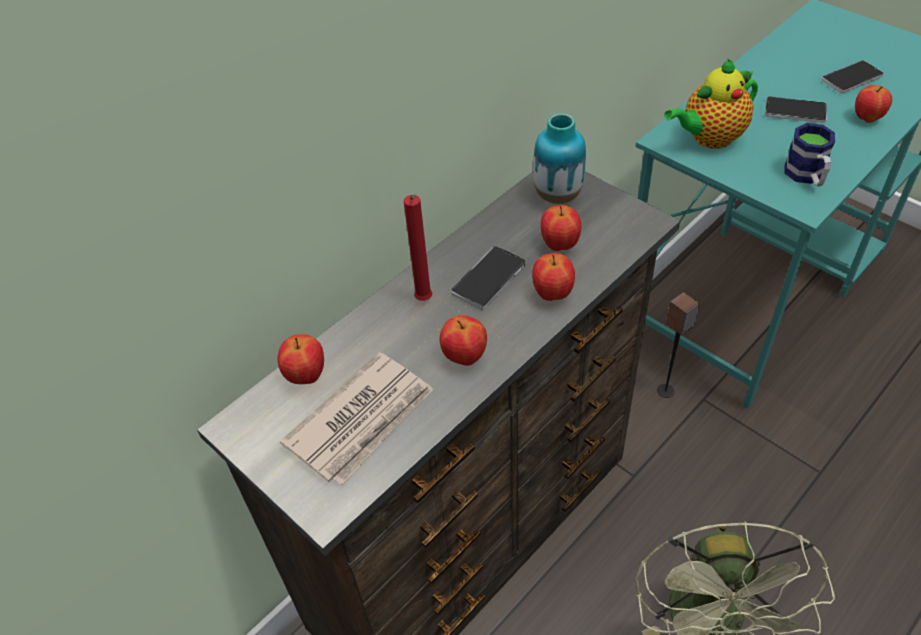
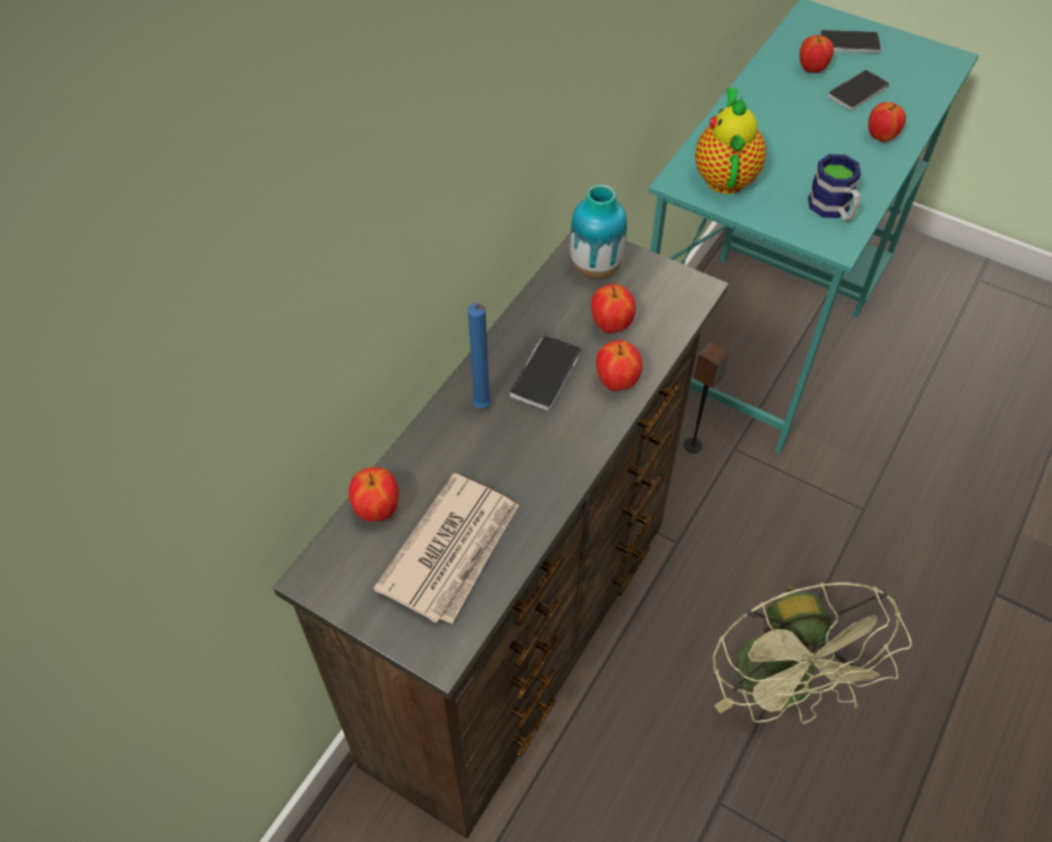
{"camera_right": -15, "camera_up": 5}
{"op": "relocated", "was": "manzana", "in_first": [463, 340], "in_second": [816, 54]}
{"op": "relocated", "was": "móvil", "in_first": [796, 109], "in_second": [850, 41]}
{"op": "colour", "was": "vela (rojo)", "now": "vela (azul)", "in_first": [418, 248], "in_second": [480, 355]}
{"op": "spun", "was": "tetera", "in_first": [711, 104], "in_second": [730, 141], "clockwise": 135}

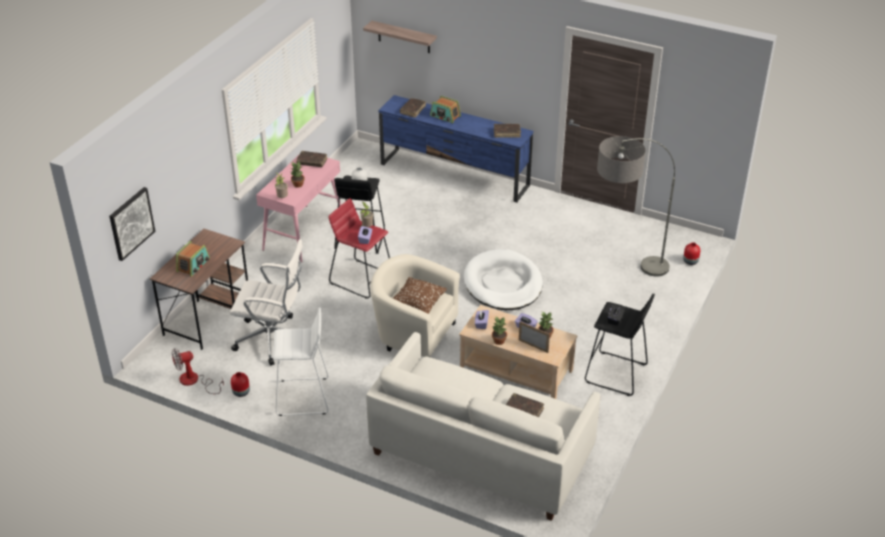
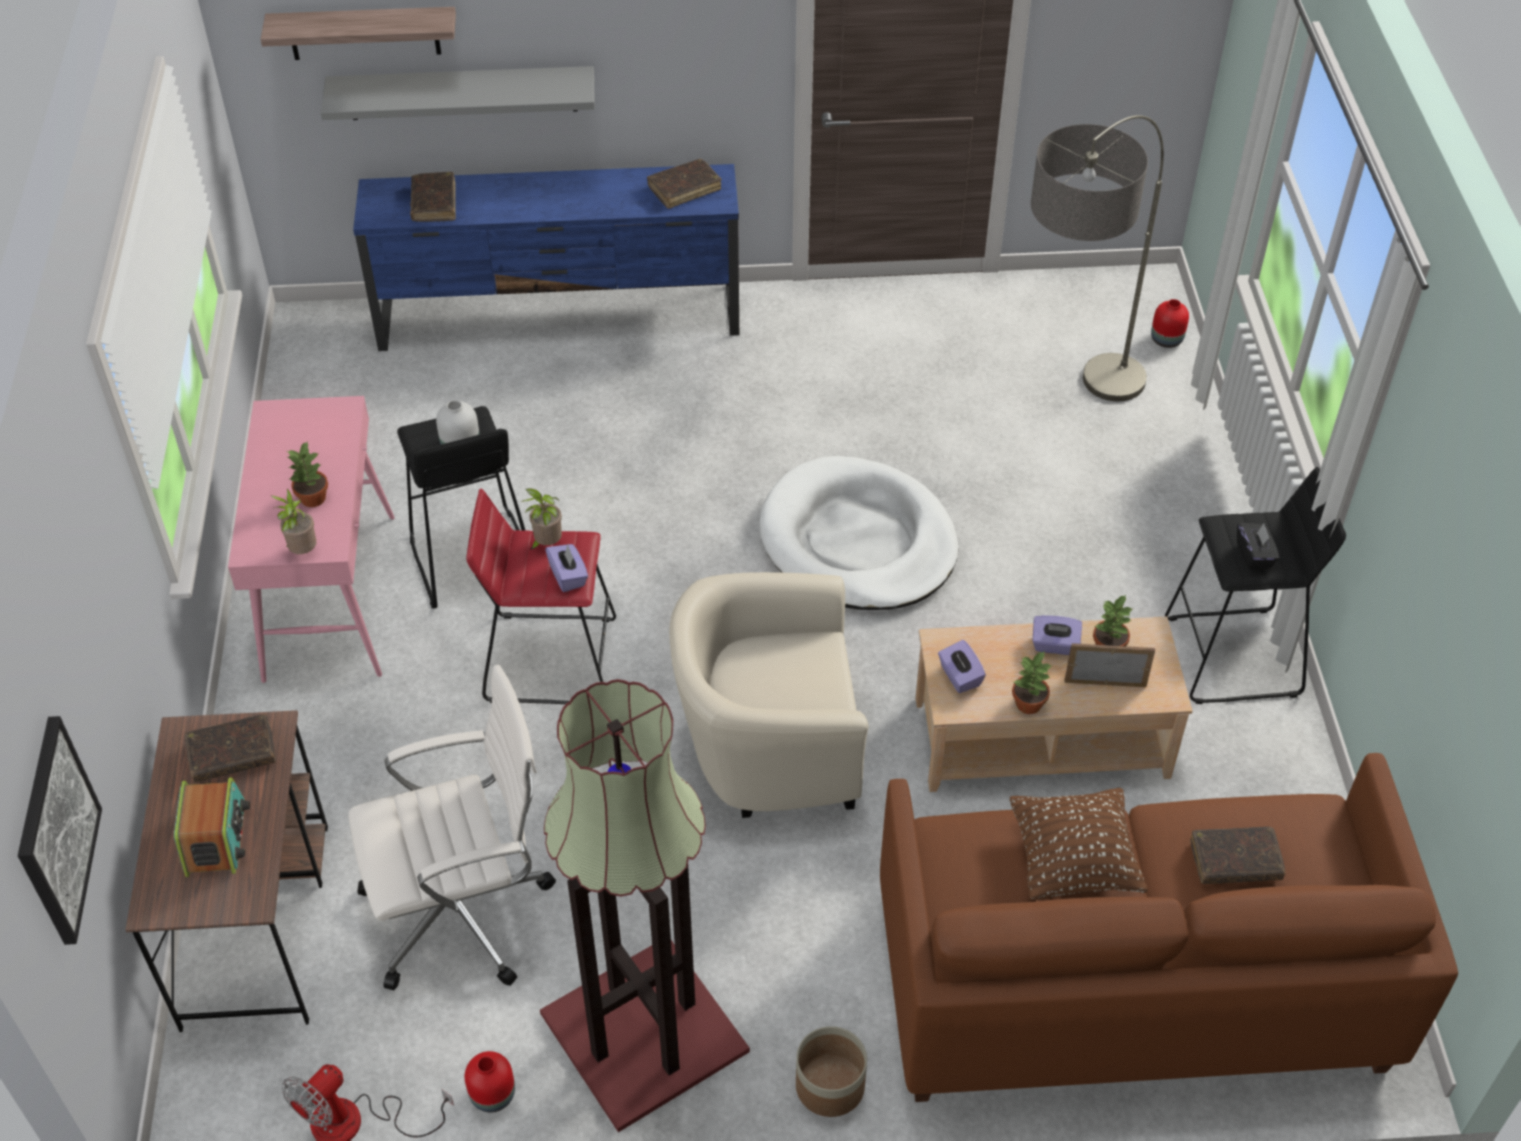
{"camera_right": -30, "camera_up": 10}
{"op": "missing", "was": "radio", "in_first": [445, 109]}
{"op": "appeared", "now": "estante (gris)", "in_second": [458, 93]}
{"op": "appeared", "now": "maceta", "in_second": [831, 1071]}
{"op": "relocated", "was": "libro (marrón)", "in_first": [311, 159], "in_second": [230, 748]}
{"op": "relocated", "was": "cojín (marrón)", "in_first": [420, 295], "in_second": [1079, 844]}
{"op": "exchanged", "was": "taburete (blanco)", "now": "lámpara de pie", "in_first": [301, 361], "in_second": [645, 905]}
{"op": "colour", "was": "sofá (blanco)", "now": "sofá (marrón)", "in_first": [483, 426], "in_second": [1169, 927]}

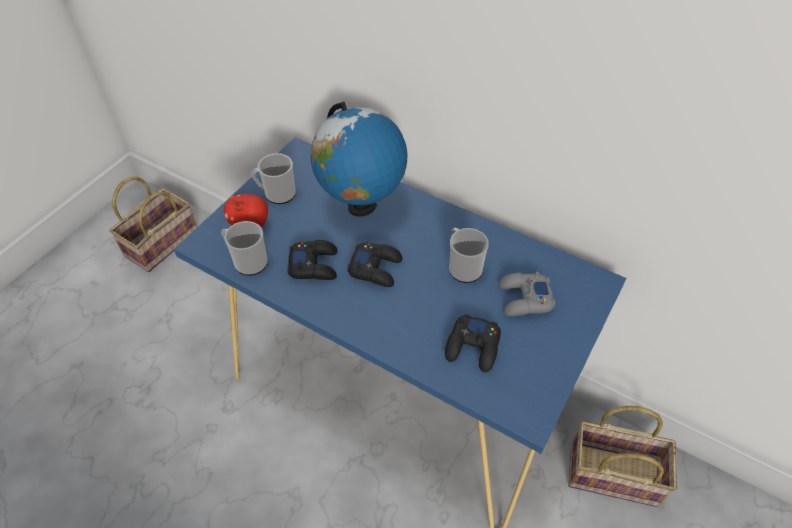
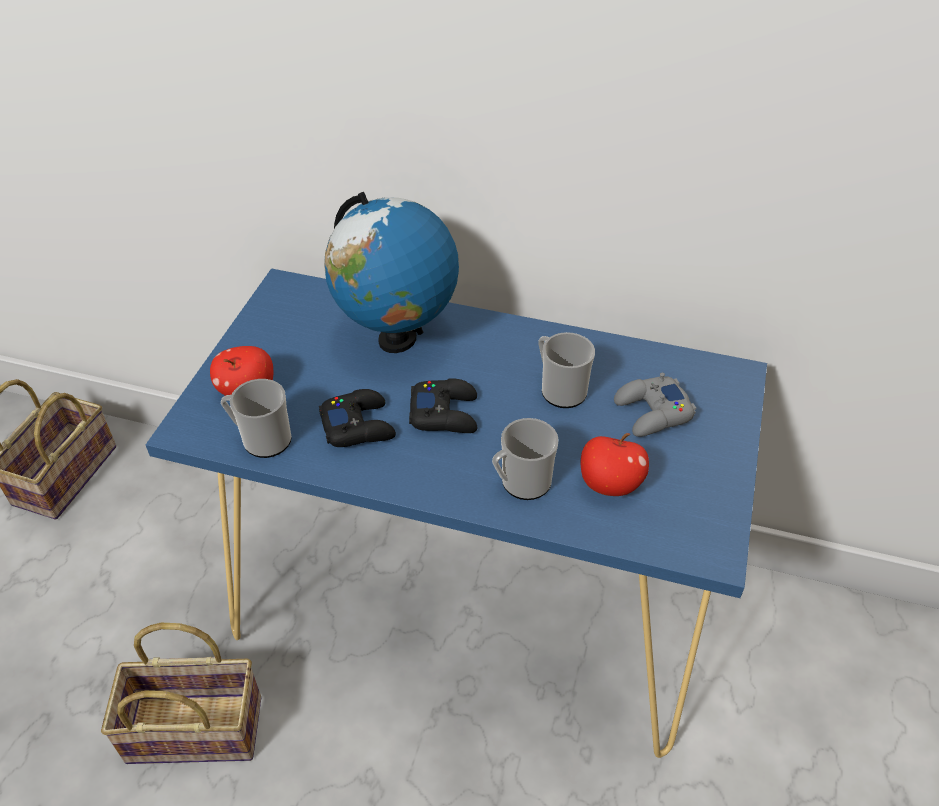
{"camera_right": -15, "camera_up": -5}
{"op": "relocated", "was": "taza grande", "in_first": [273, 178], "in_second": [525, 459]}
{"op": "relocated", "was": "cesta", "in_first": [622, 456], "in_second": [181, 693]}
{"op": "exchanged", "was": "mando de consola (negro)", "now": "manzana", "in_first": [473, 343], "in_second": [614, 464]}

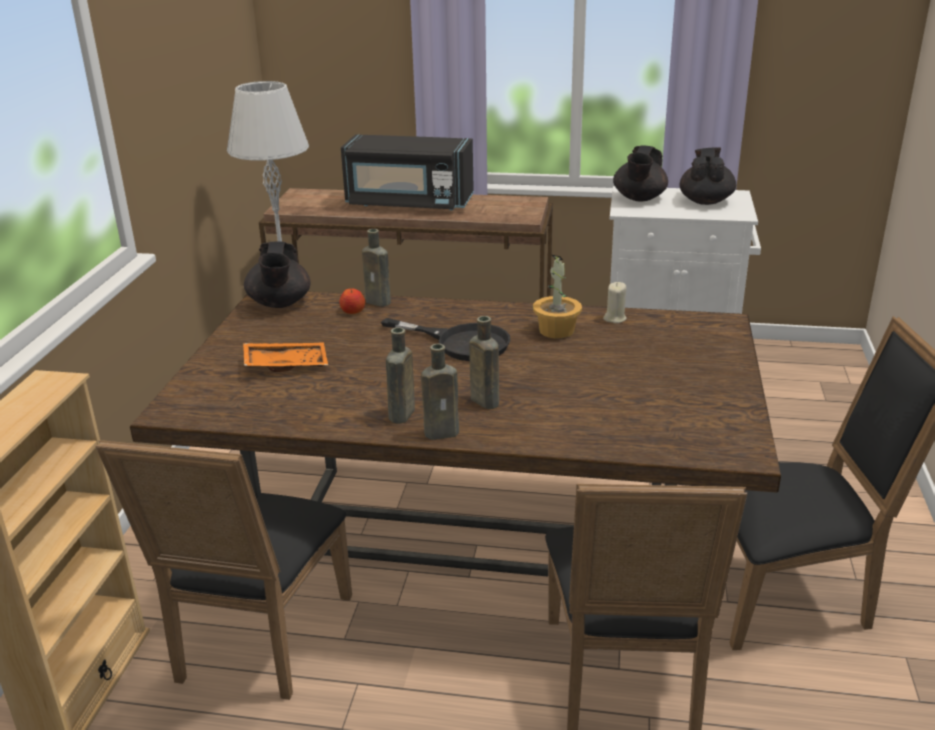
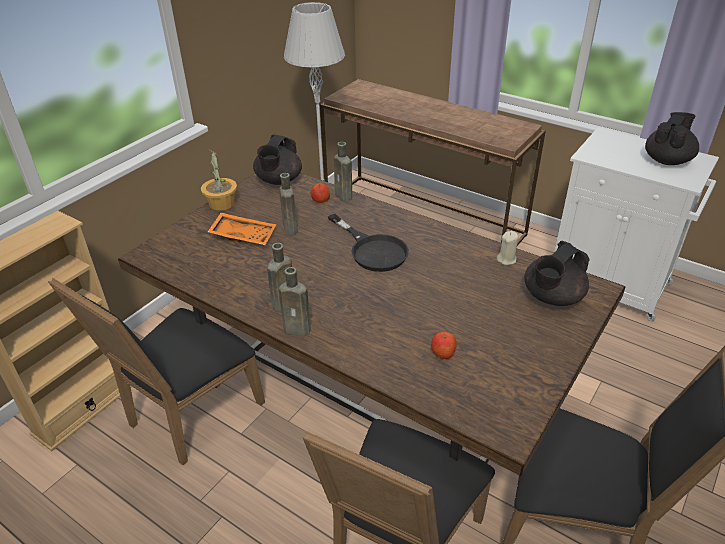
{"camera_right": 25, "camera_up": 10}
{"op": "missing", "was": "microondas (negro)", "in_first": [407, 172]}
{"op": "appeared", "now": "manzana", "in_second": [444, 345]}
{"op": "relocated", "was": "botella (marrón)", "in_first": [484, 362], "in_second": [288, 204]}
{"op": "relocated", "was": "planta en maceta", "in_first": [557, 296], "in_second": [219, 180]}
{"op": "relocated", "was": "tetera (negro)", "in_first": [640, 173], "in_second": [557, 273]}

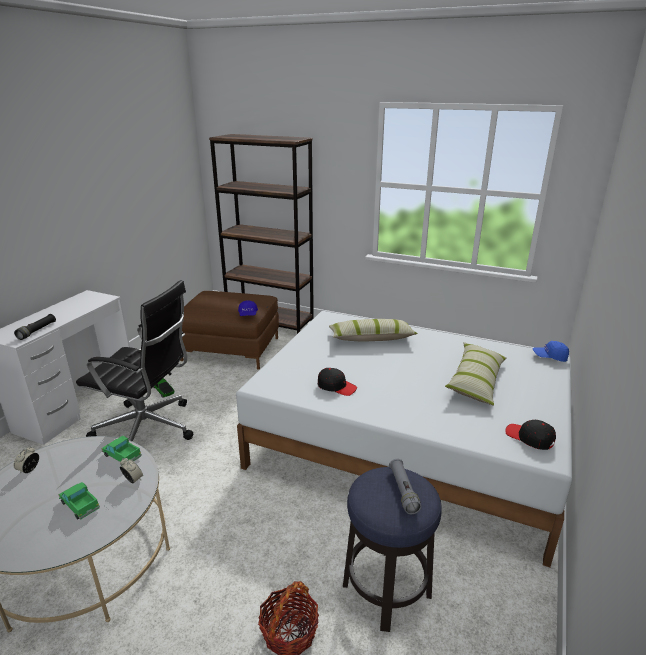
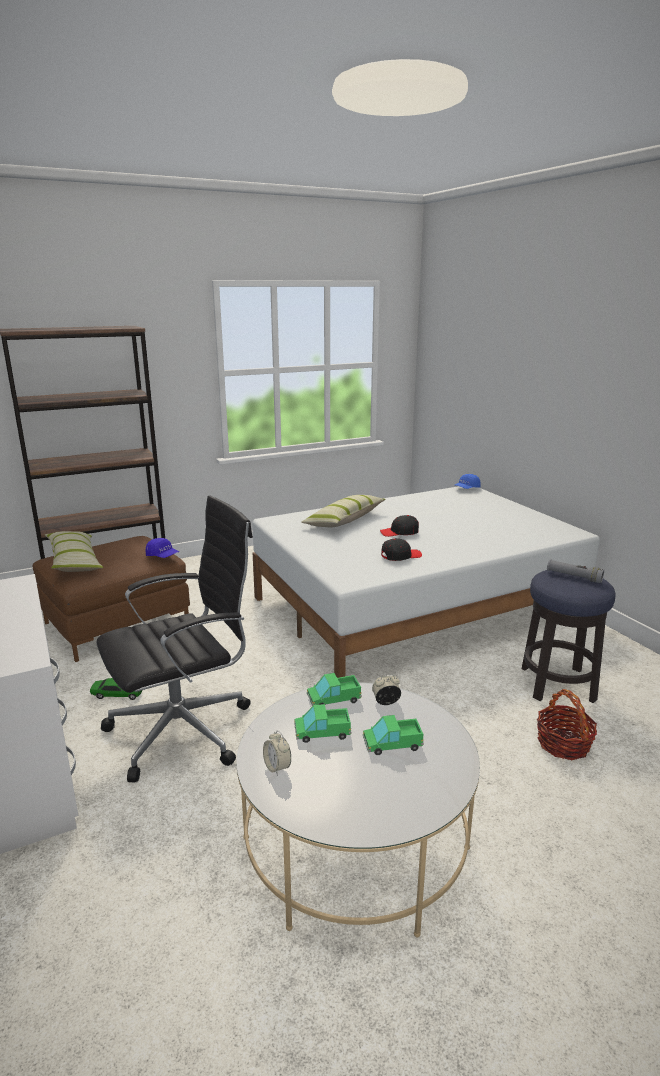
{"camera_right": -50, "camera_up": -5}
{"op": "missing", "was": "linterna (negro)", "in_first": [35, 327]}
{"op": "appeared", "now": "camión de juguete", "in_second": [322, 723]}
{"op": "relocated", "was": "cojín", "in_first": [476, 373], "in_second": [74, 551]}
{"op": "relocated", "was": "gorra (negro)", "in_first": [530, 435], "in_second": [399, 526]}

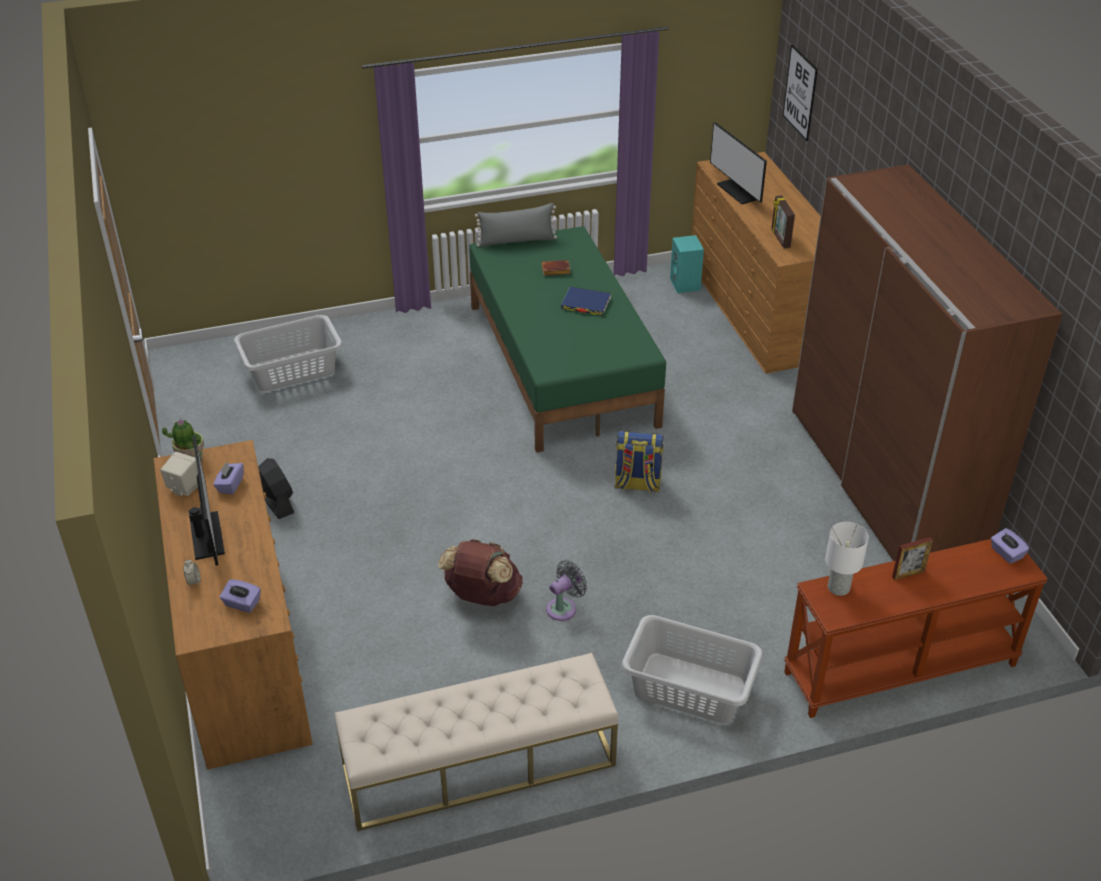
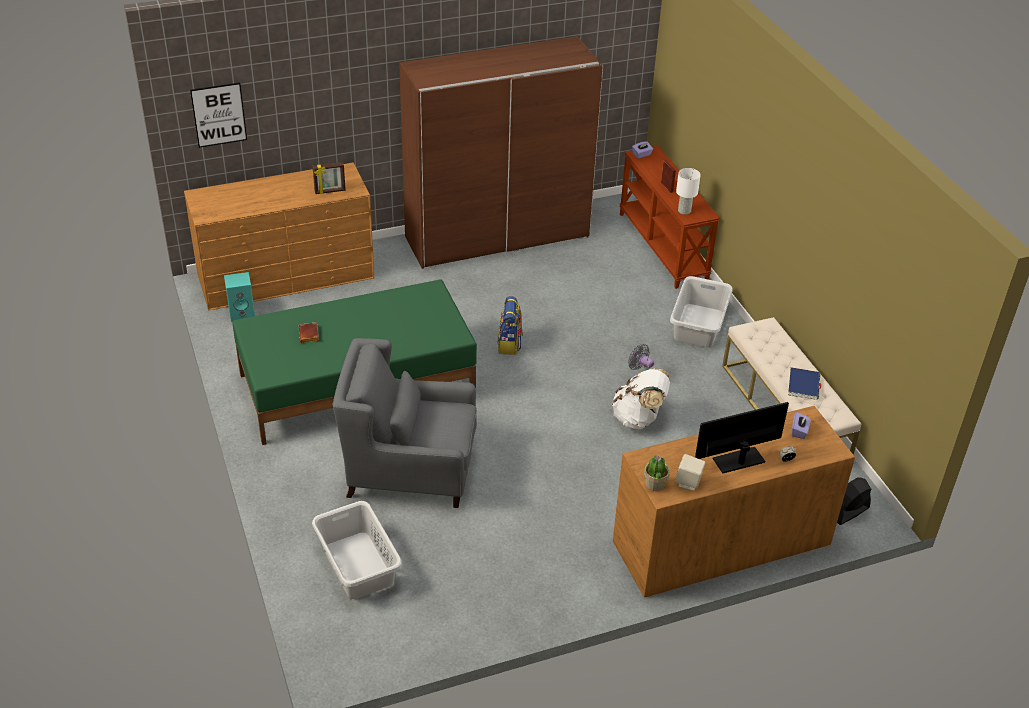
{"camera_right": -95, "camera_up": 0}
{"op": "missing", "was": "caja de pañuelos (morado)", "in_first": [228, 477]}
{"op": "missing", "was": "cojín (gris)", "in_first": [516, 225]}
{"op": "missing", "was": "monitor", "in_first": [738, 163]}
{"op": "appeared", "now": "sillón (gris)", "in_second": [405, 423]}
{"op": "relocated", "was": "ventilador (negro)", "in_first": [276, 488], "in_second": [854, 501]}
{"op": "relocated", "was": "libro (azul)", "in_first": [586, 301], "in_second": [804, 383]}
{"op": "colour", "was": "mochila (marrón)", "now": "mochila (blanco)", "in_first": [480, 572], "in_second": [641, 398]}

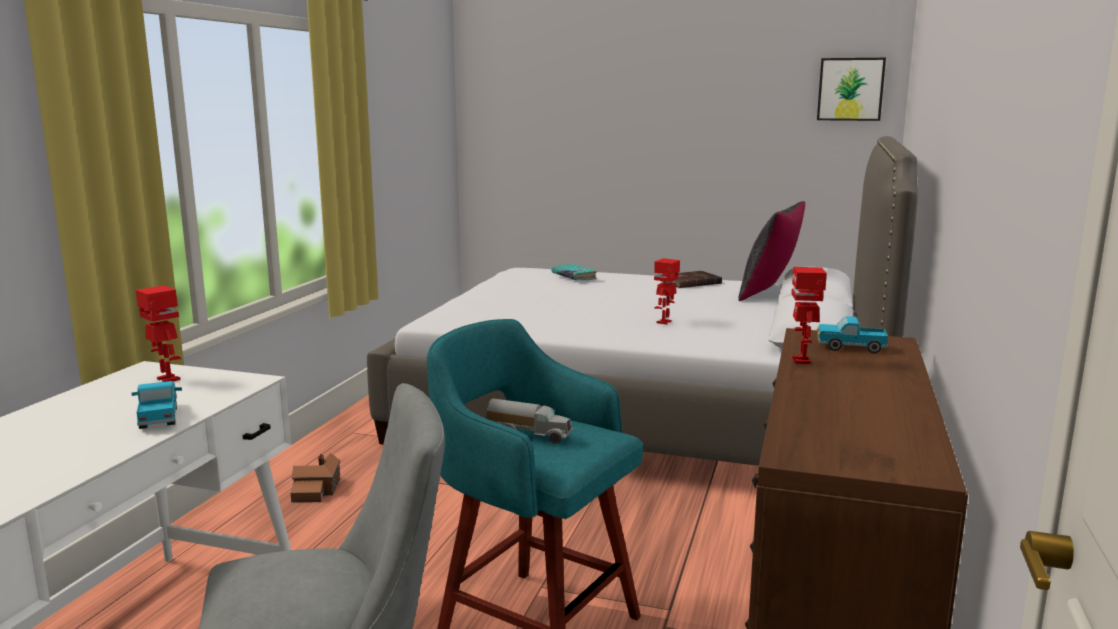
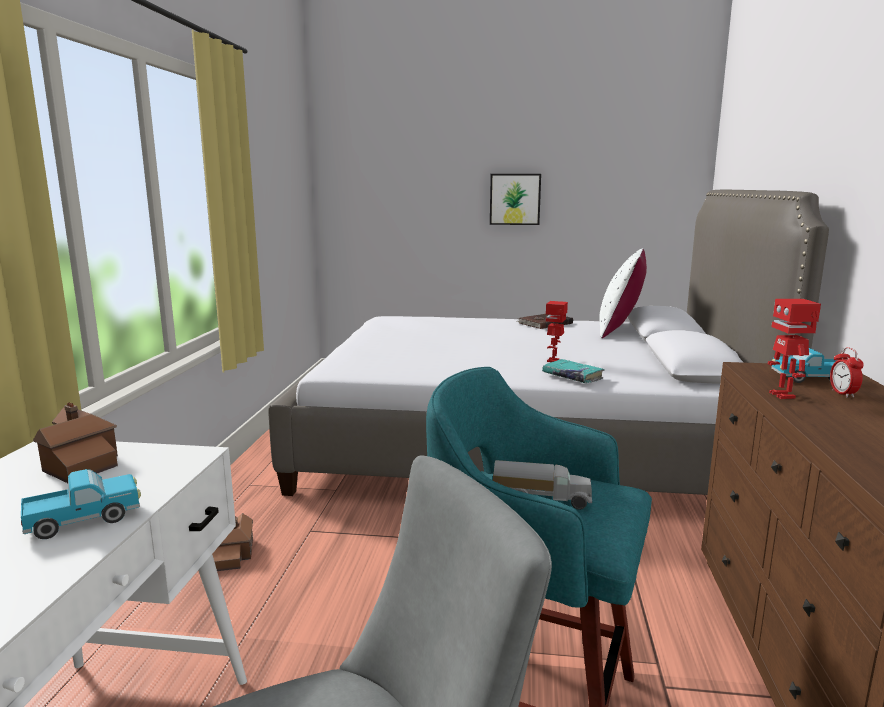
{"camera_right": -10, "camera_up": 0}
{"op": "appeared", "now": "despertador", "in_second": [847, 372]}
{"op": "relocated", "was": "libro (turquesa)", "in_first": [574, 272], "in_second": [573, 371]}
{"op": "relocated", "was": "cuadro", "in_first": [851, 89], "in_second": [515, 199]}
{"op": "exchanged", "was": "robot de juguete", "now": "casita", "in_first": [158, 333], "in_second": [75, 442]}
{"op": "colour", "was": "cojín (negro)", "now": "cojín (blanco)", "in_first": [771, 251], "in_second": [623, 293]}
{"op": "spun", "was": "camión de juguete", "in_first": [157, 405], "in_second": [81, 504], "clockwise": 90}

